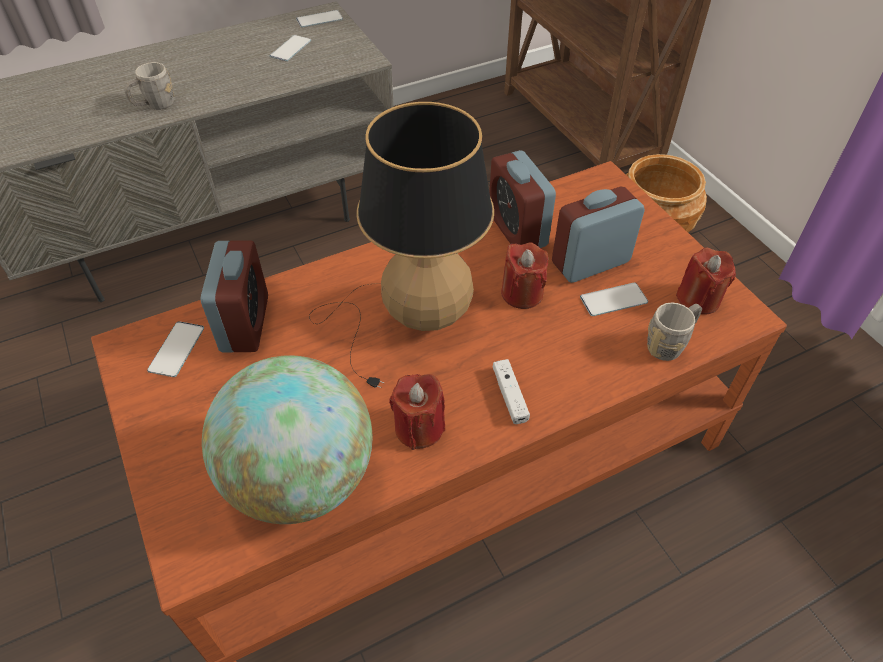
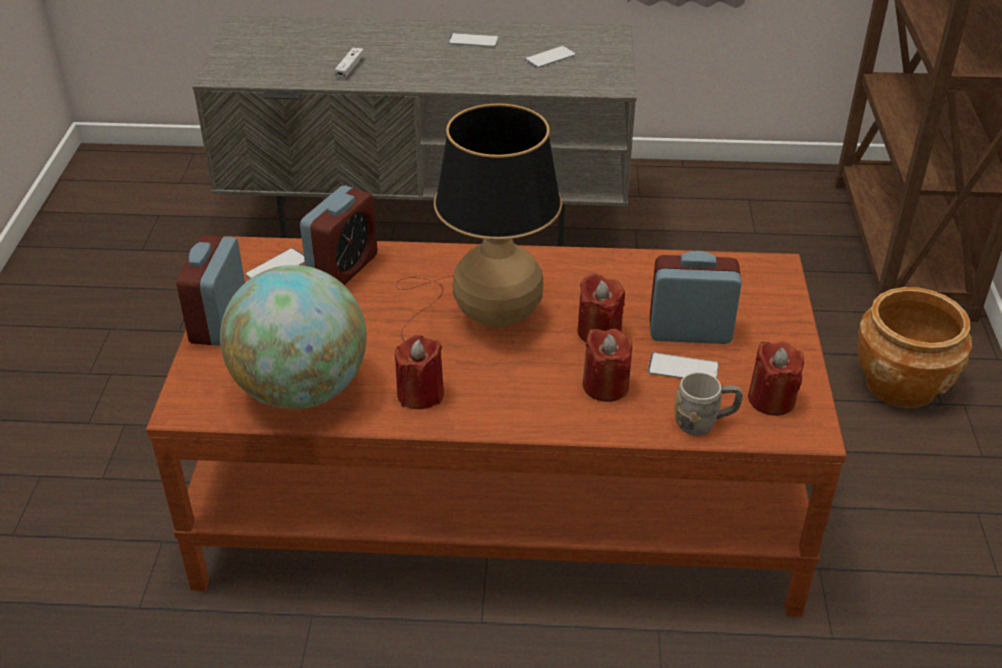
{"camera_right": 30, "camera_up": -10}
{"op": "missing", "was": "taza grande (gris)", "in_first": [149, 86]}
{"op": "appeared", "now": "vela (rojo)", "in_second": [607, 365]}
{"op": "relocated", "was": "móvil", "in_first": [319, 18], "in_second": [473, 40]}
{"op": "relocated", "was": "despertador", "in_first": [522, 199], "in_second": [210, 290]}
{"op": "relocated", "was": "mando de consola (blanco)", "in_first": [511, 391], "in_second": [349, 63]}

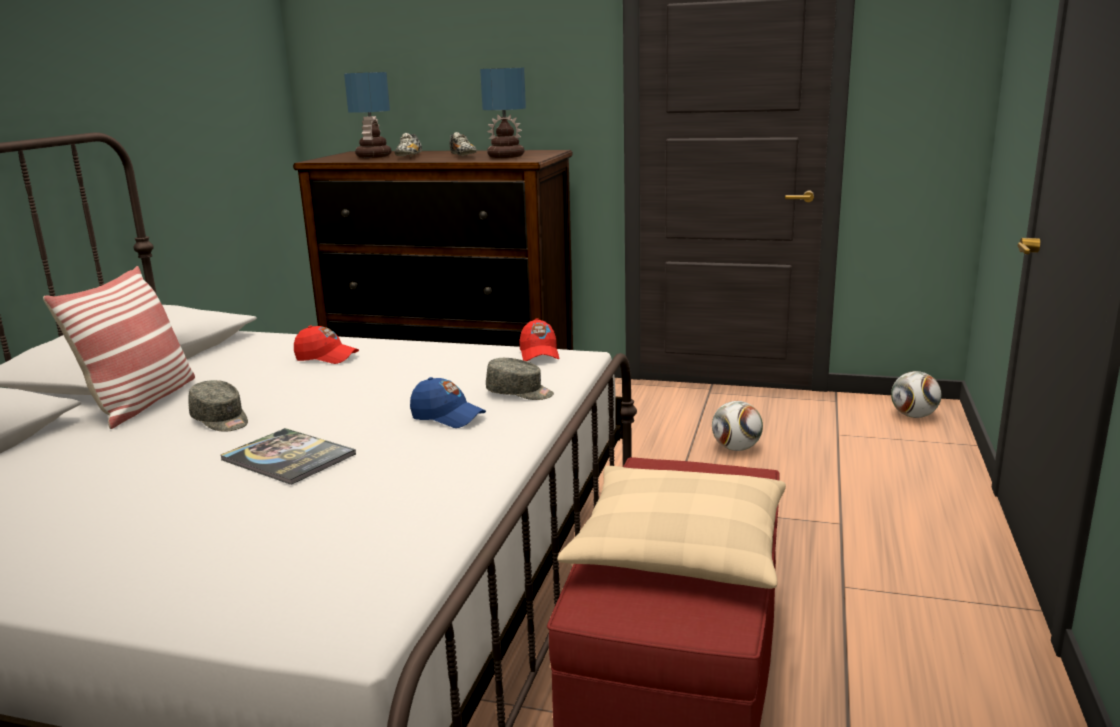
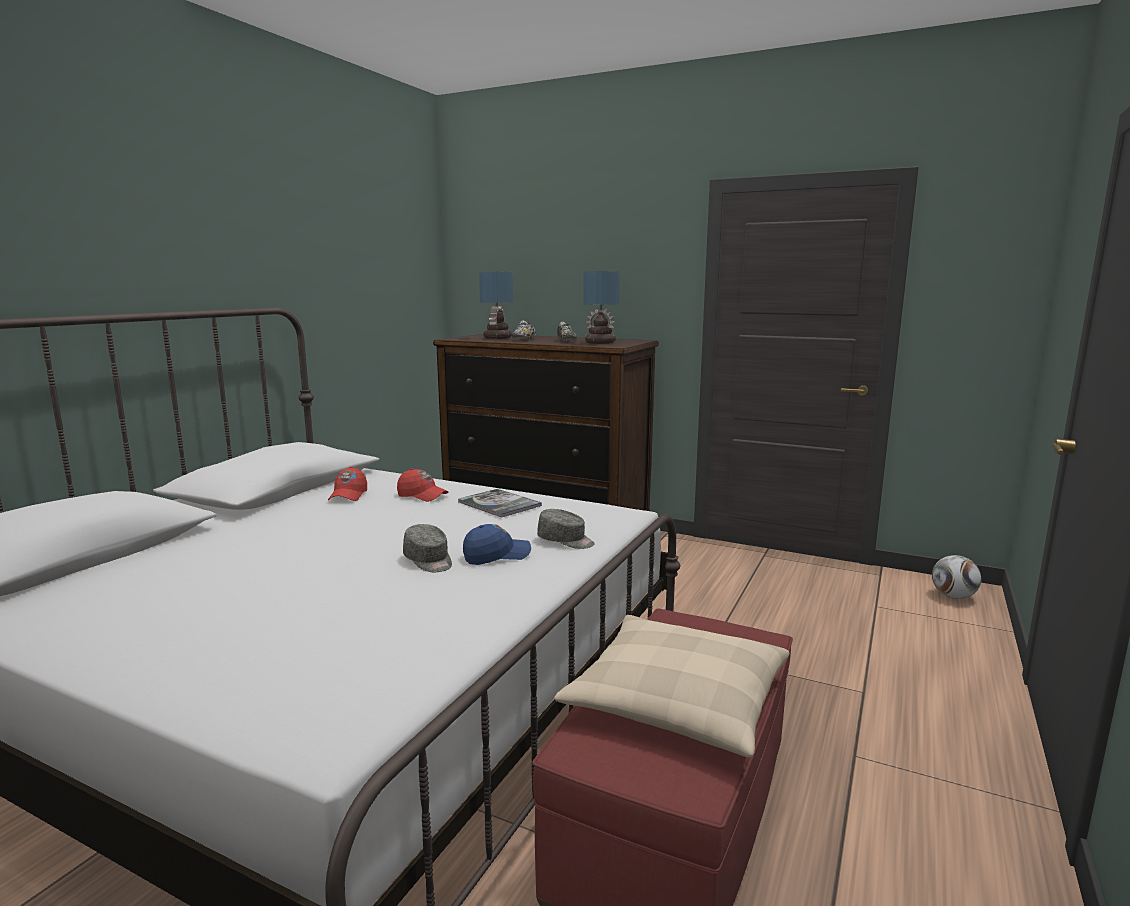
{"camera_right": 10, "camera_up": -5}
{"op": "missing", "was": "cojín", "in_first": [119, 347]}
{"op": "missing", "was": "balón de fútbol", "in_first": [737, 426]}
{"op": "relocated", "was": "gorra (gris)", "in_first": [218, 406], "in_second": [427, 548]}
{"op": "relocated", "was": "libro", "in_first": [288, 456], "in_second": [500, 503]}
{"op": "relocated", "was": "gorra (rojo)", "in_first": [539, 339], "in_second": [347, 484]}
{"op": "spun", "was": "gorra (azul)", "in_first": [448, 402], "in_second": [497, 544], "clockwise": -60}

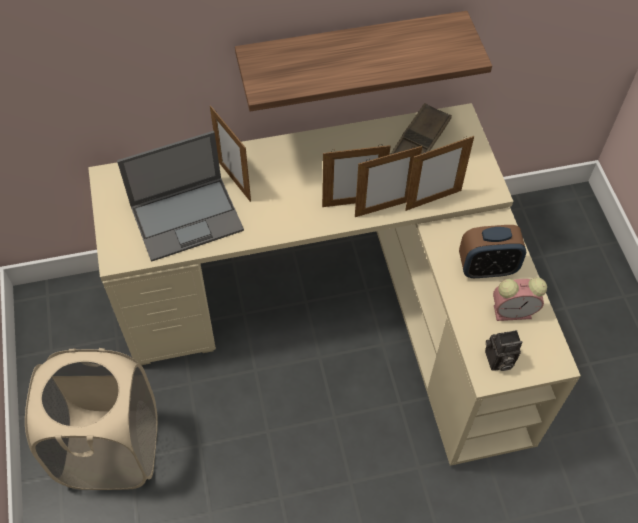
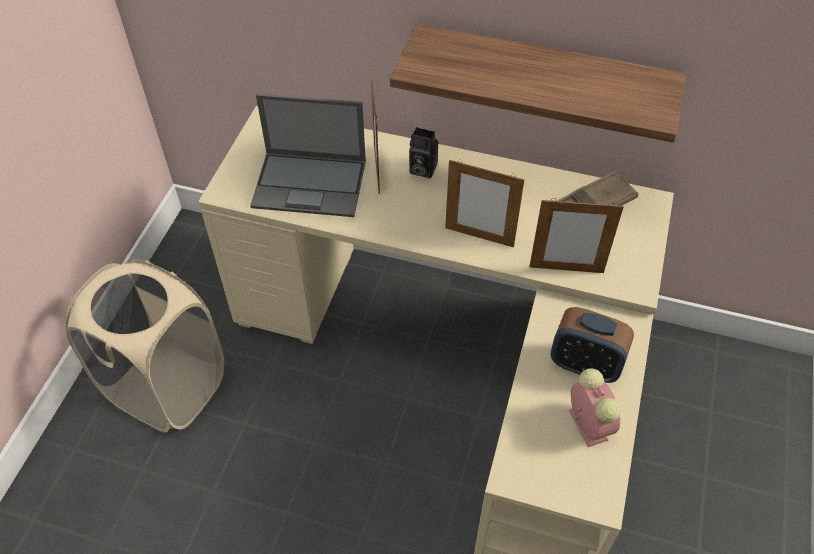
{"camera_right": 30, "camera_up": -5}
{"op": "missing", "was": "portarretratos", "in_first": [388, 181]}
{"op": "relocated", "was": "cámara", "in_first": [503, 350], "in_second": [423, 152]}
{"op": "spun", "was": "despertador", "in_first": [520, 299], "in_second": [595, 407], "clockwise": -135}

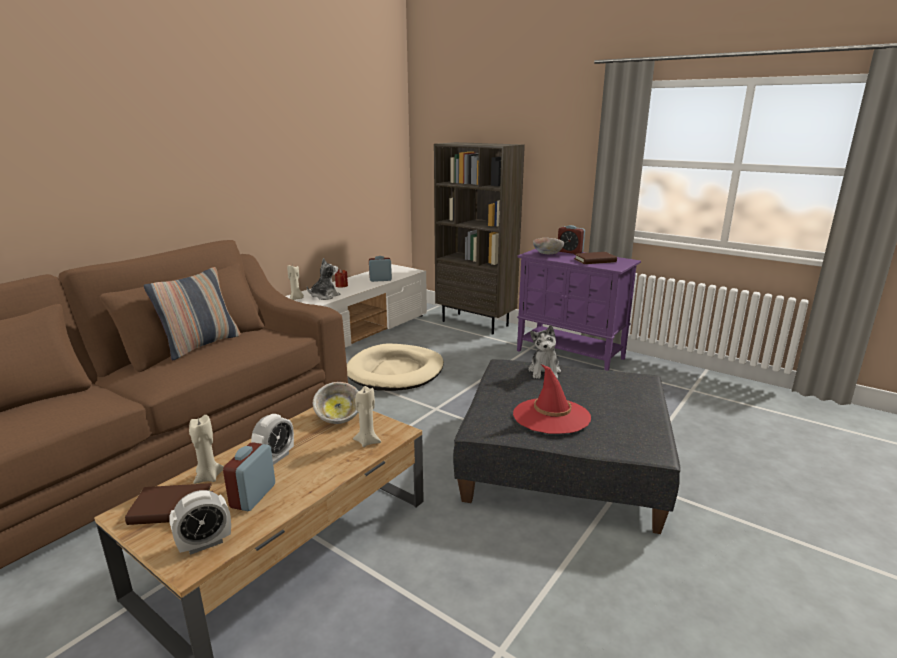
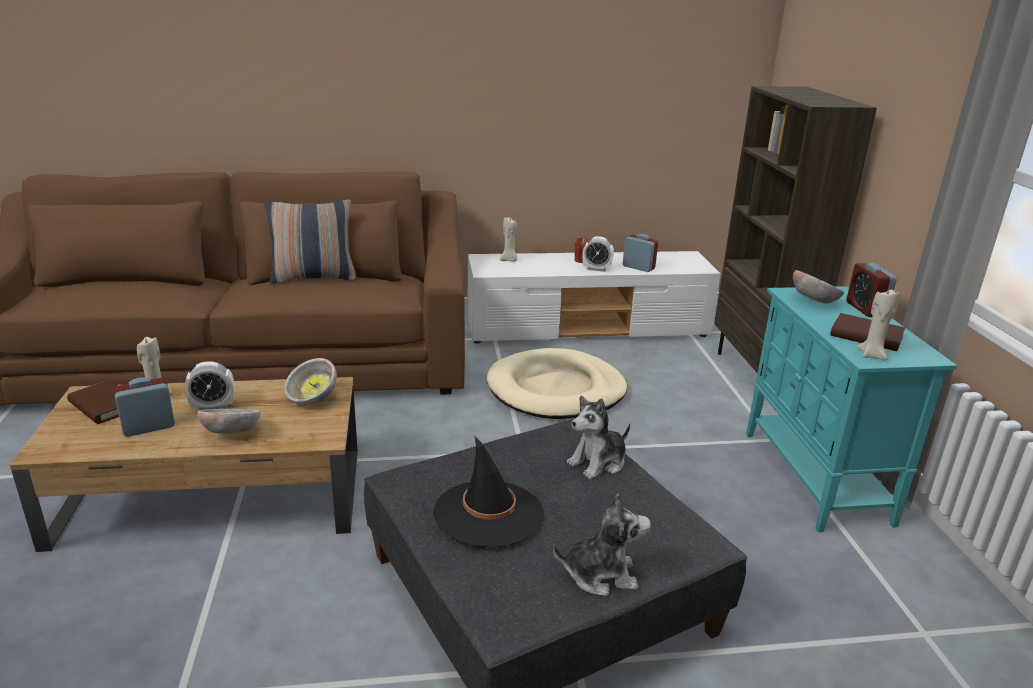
{"camera_right": 45, "camera_up": 5}
{"op": "appeared", "now": "cuenco", "in_second": [229, 421]}
{"op": "relocated", "was": "despertador", "in_first": [200, 522], "in_second": [598, 254]}
{"op": "relocated", "was": "peluche", "in_first": [323, 279], "in_second": [602, 544]}
{"op": "relocated", "was": "vela (beis)", "in_first": [367, 416], "in_second": [878, 324]}
{"op": "colour", "was": "sombrero (rojo)", "now": "sombrero (negro)", "in_first": [552, 399], "in_second": [488, 492]}
{"op": "colour", "was": "armario (morado)", "now": "armario (turquesa)", "in_first": [579, 310], "in_second": [851, 409]}

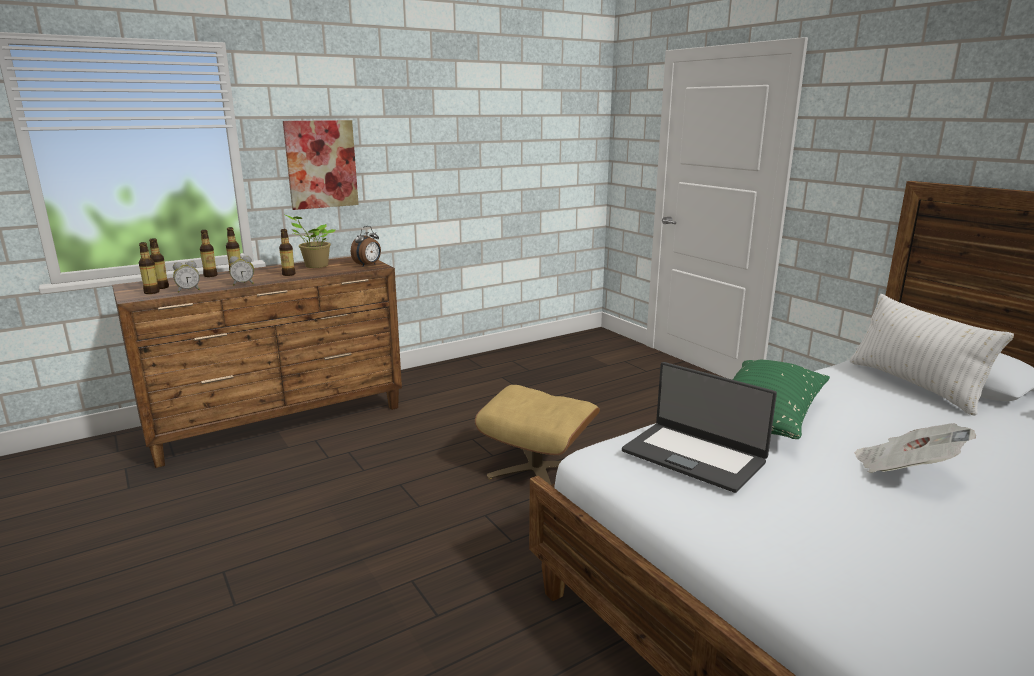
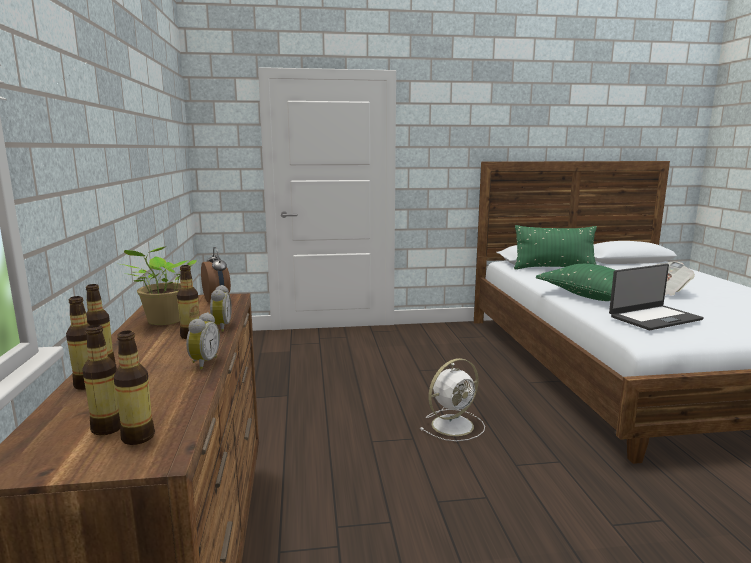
{"camera_right": -65, "camera_up": -5}
{"op": "missing", "was": "cuadro", "in_first": [321, 165]}
{"op": "relocated", "was": "despertador", "in_first": [186, 276], "in_second": [221, 308]}
{"op": "exchanged", "was": "puf (beis)", "now": "ventilador (blanco)", "in_first": [537, 435], "in_second": [452, 399]}
{"op": "colour", "was": "cojín (blanco)", "now": "cojín (verde)", "in_first": [932, 355], "in_second": [555, 247]}

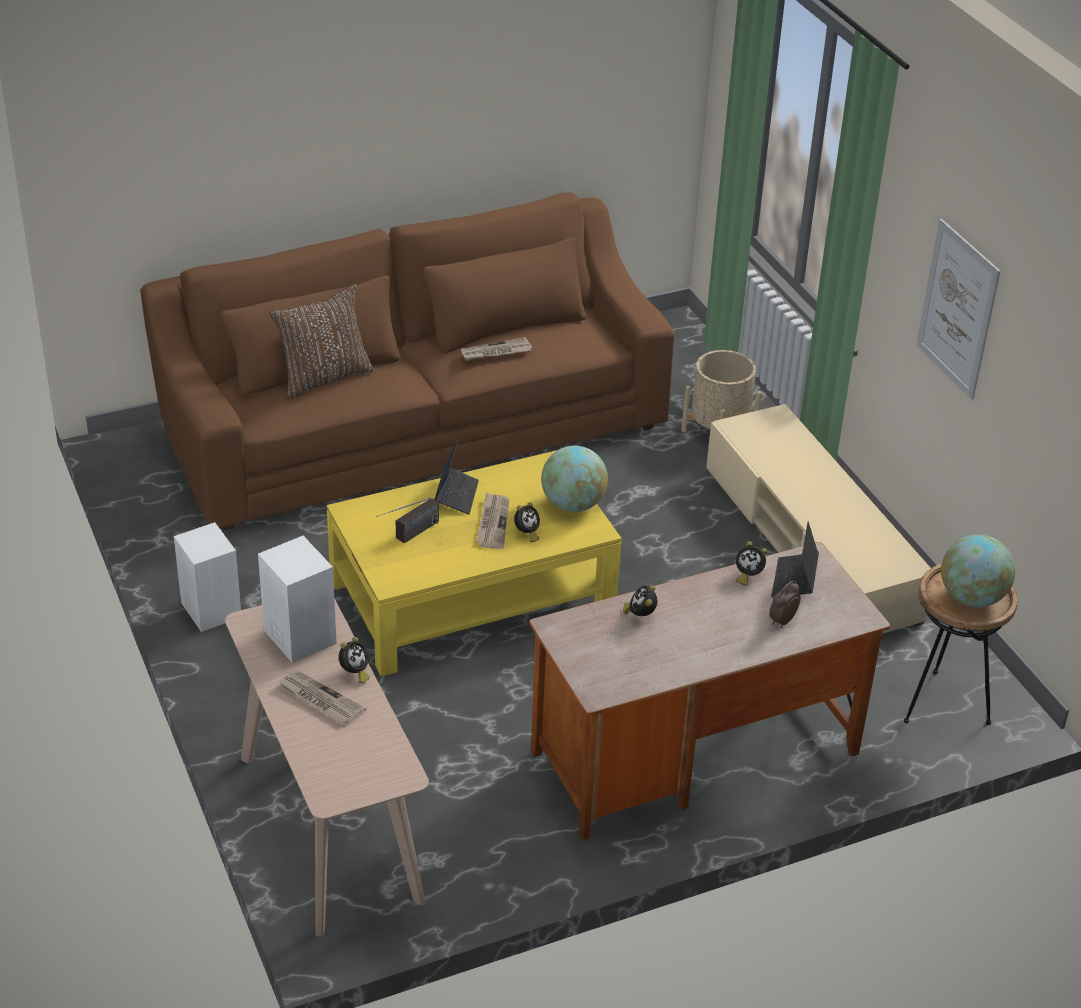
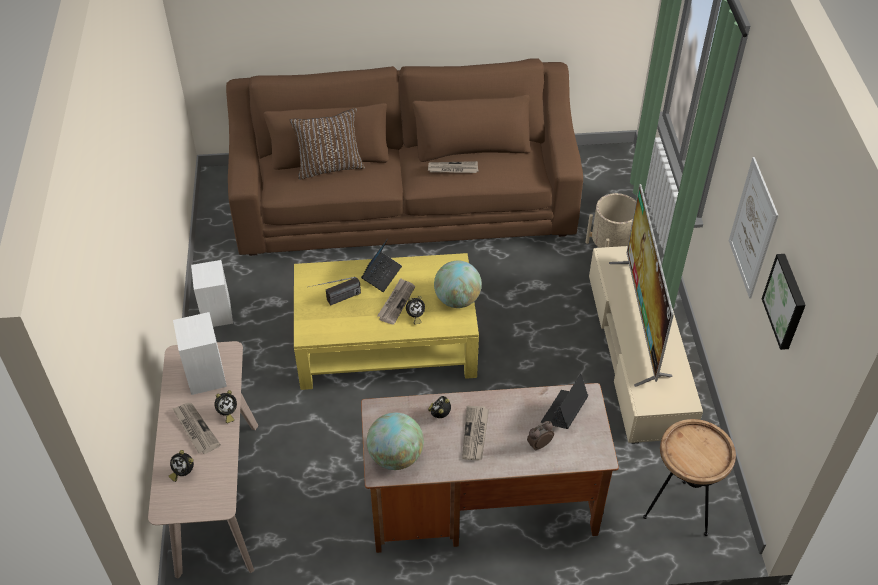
{"camera_right": 20, "camera_up": 10}
{"op": "appeared", "now": "periódico", "in_second": [475, 433]}
{"op": "appeared", "now": "televisor", "in_second": [641, 285]}
{"op": "appeared", "now": "cuadro", "in_second": [784, 302]}
{"op": "relocated", "was": "despertador", "in_first": [751, 563], "in_second": [181, 466]}
{"op": "relocated", "was": "globo terráqueo", "in_first": [978, 571], "in_second": [395, 441]}

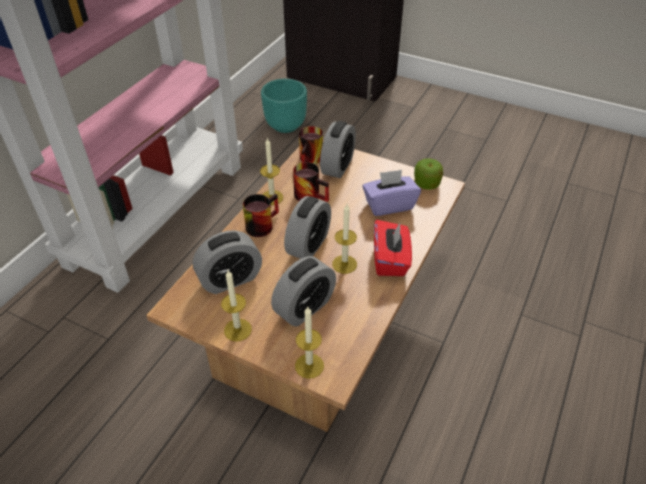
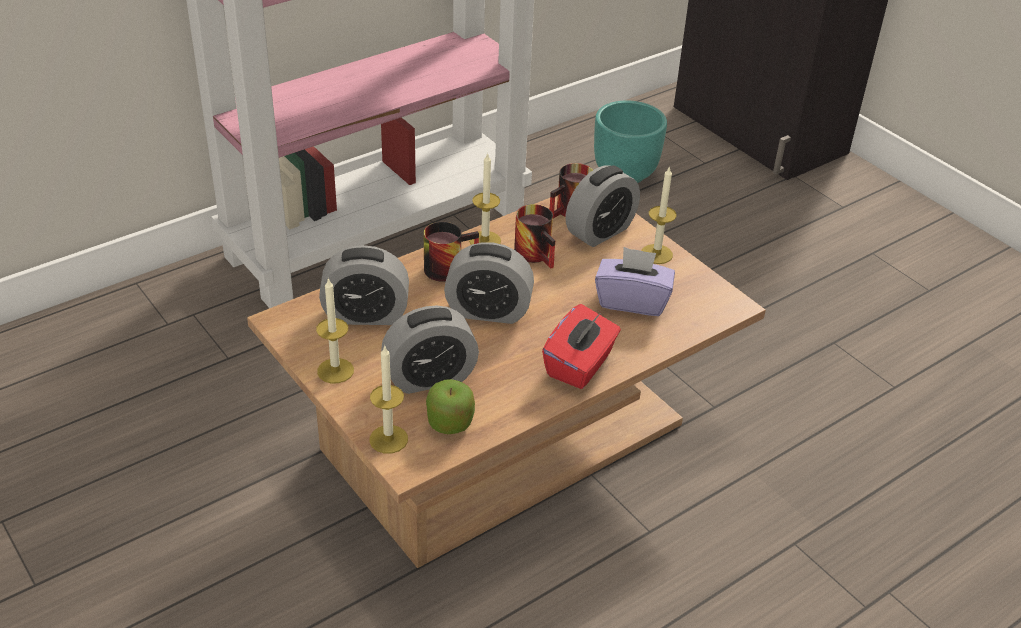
{"camera_right": 25, "camera_up": -5}
{"op": "relocated", "was": "vela", "in_first": [344, 239], "in_second": [658, 215]}
{"op": "relocated", "was": "manzana", "in_first": [428, 174], "in_second": [450, 406]}
{"op": "spun", "was": "despertador", "in_first": [307, 227], "in_second": [489, 283], "clockwise": 45}

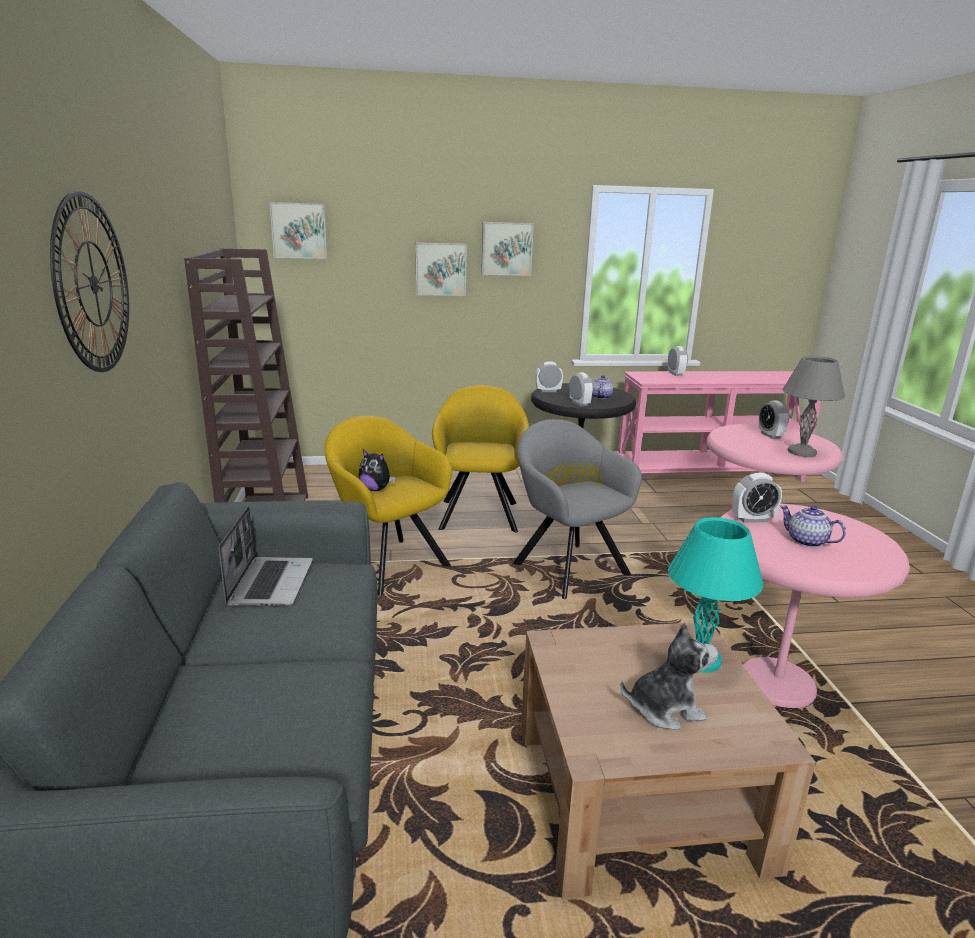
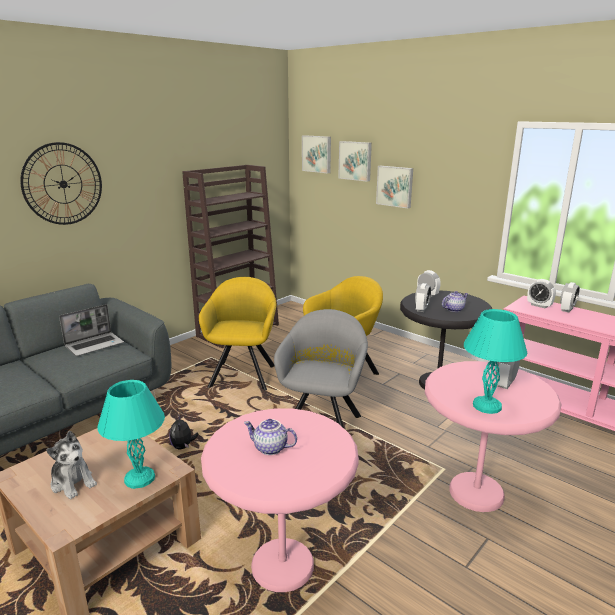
{"camera_right": 50, "camera_up": 0}
{"op": "relocated", "was": "peluche", "in_first": [377, 470], "in_second": [184, 431]}
{"op": "relocated", "was": "cuadro", "in_first": [507, 249], "in_second": [355, 161]}
{"op": "relocated", "was": "despertador", "in_first": [757, 498], "in_second": [541, 293]}
{"op": "colour", "was": "lámpara de mesa (gris)", "now": "lámpara de mesa (turquesa)", "in_first": [813, 406], "in_second": [495, 361]}
{"op": "spun", "was": "tetera", "in_first": [813, 526], "in_second": [270, 437], "clockwise": -75}

